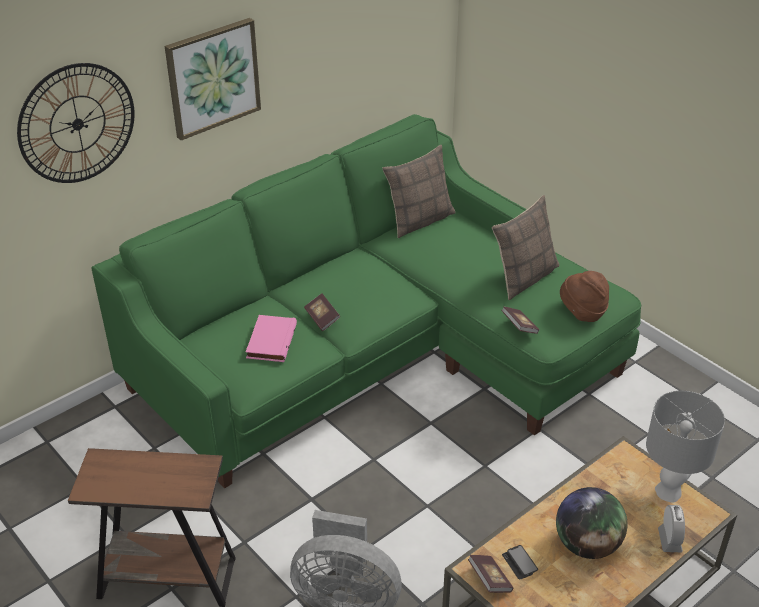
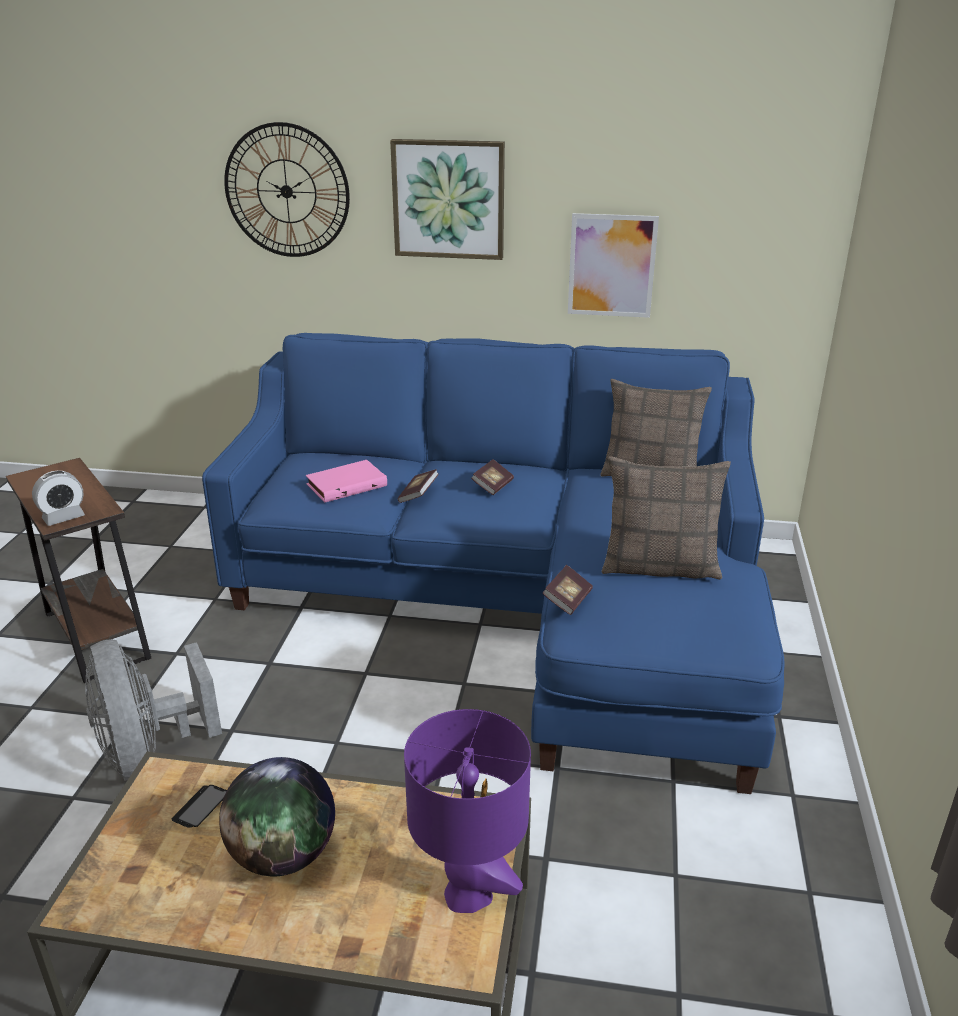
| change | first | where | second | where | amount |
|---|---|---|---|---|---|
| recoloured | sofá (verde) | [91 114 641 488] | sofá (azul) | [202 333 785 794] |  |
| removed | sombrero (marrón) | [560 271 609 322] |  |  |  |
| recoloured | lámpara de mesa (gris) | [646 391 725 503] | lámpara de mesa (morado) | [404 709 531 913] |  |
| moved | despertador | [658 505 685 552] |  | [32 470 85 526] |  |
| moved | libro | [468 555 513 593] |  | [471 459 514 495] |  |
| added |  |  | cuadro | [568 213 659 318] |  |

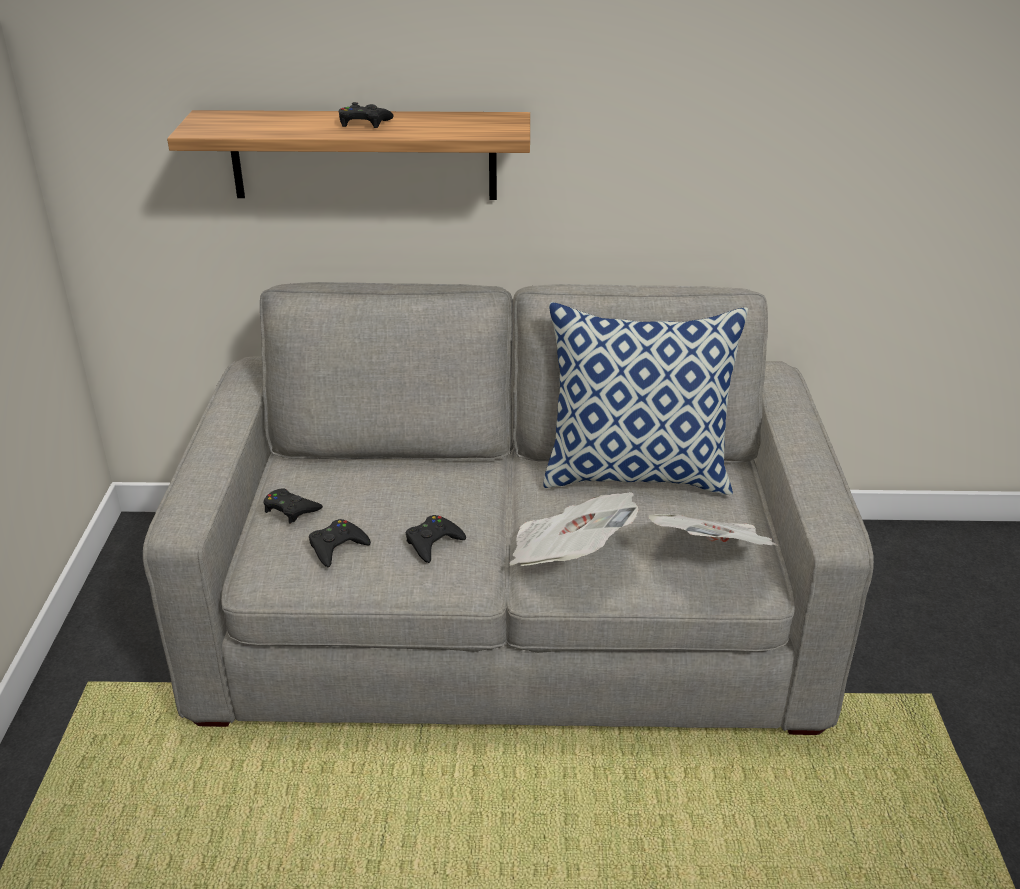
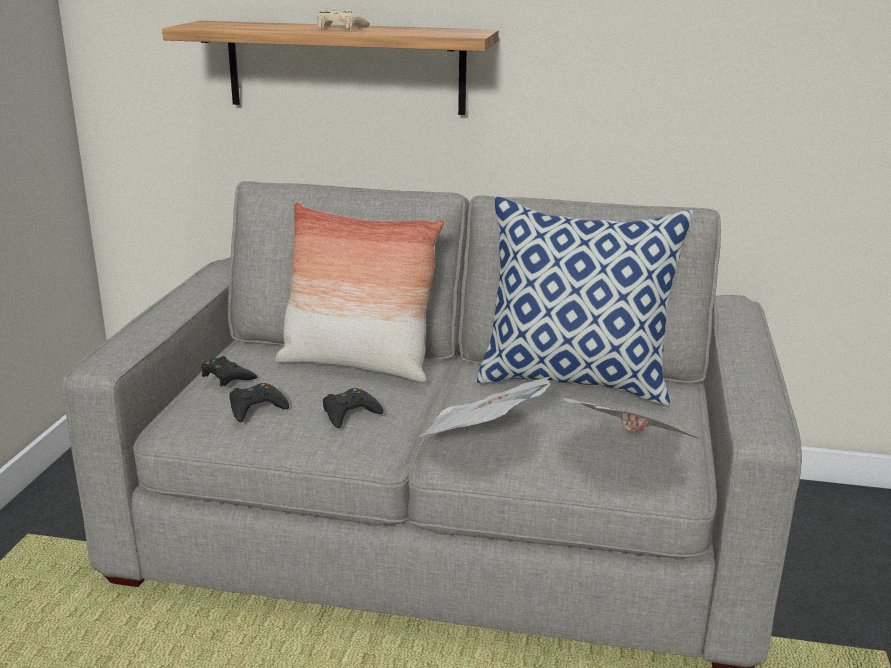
| change | first | where | second | where | amount |
|---|---|---|---|---|---|
| recoloured | mando de consola (negro) | [338 102 394 128] | mando de consola (beis) | [317 9 369 30] |  |
| added |  |  | cojín | [275 202 444 382] |  |

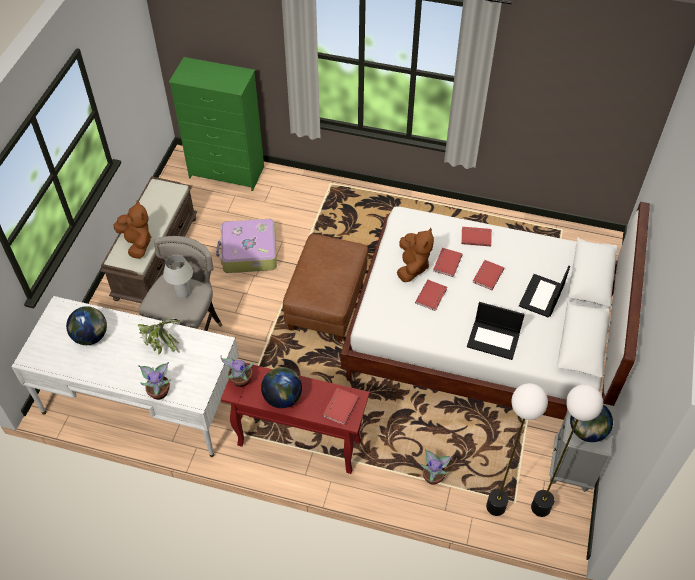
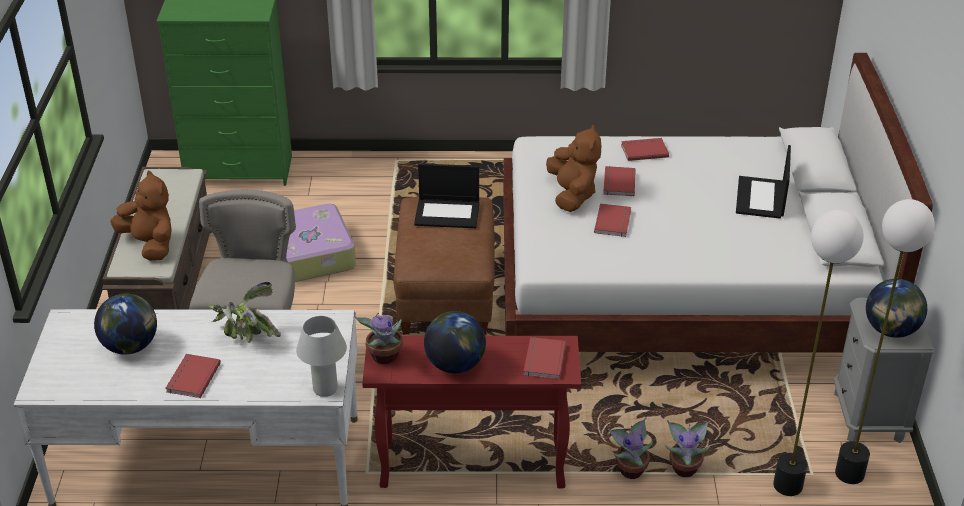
| change | first | where | second | where | amount |
|---|---|---|---|---|---|
| moved | lámpara de mesa (blanco) | [163 255 193 298] |  | [296 316 347 397] |  |
| moved | libro (rojo) | [472 260 504 290] |  | [165 354 221 398] |  |
| moved | portátil | [467 302 525 360] |  | [414 163 480 228] |  |
| moved | planta en maceta | [138 362 171 400] |  | [608 417 653 479] |  |

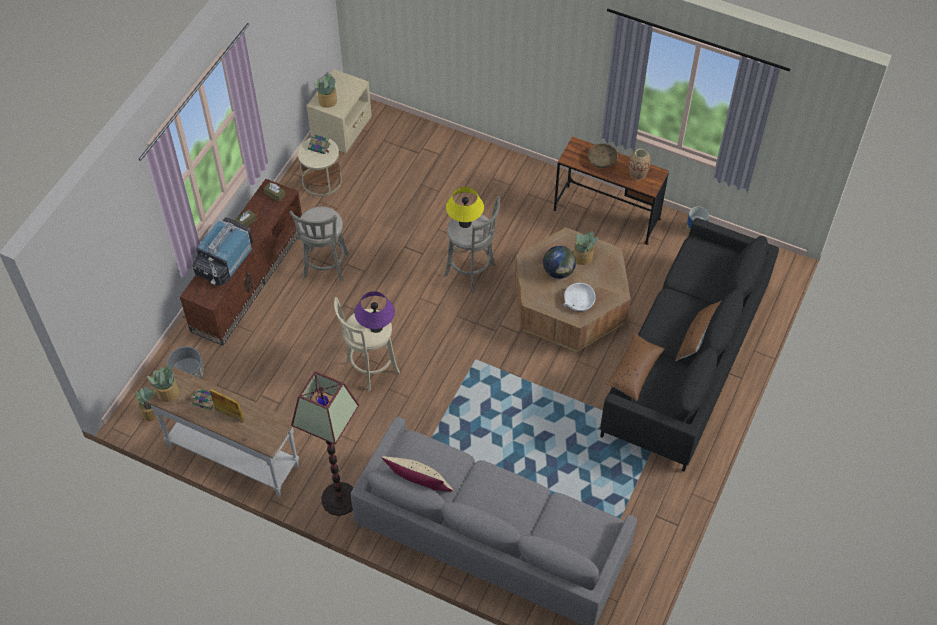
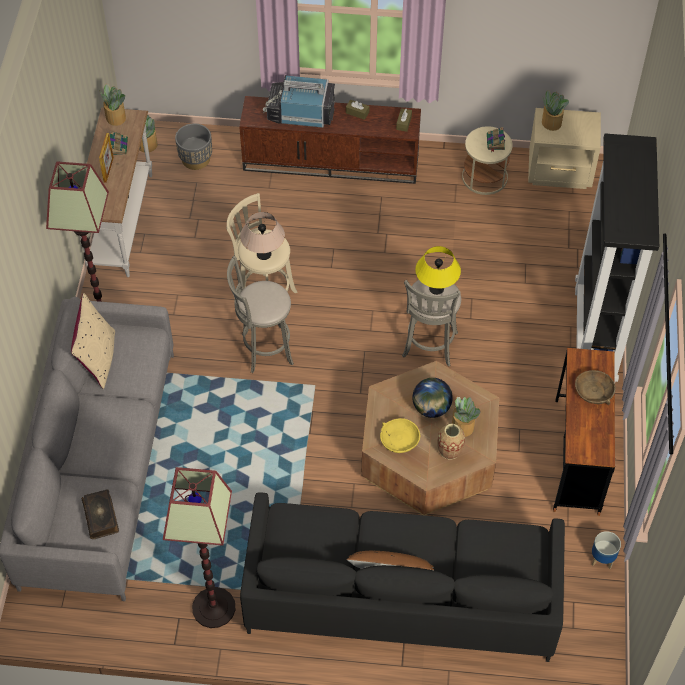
| change | first | where | second | where | amount |
|---|---|---|---|---|---|
| moved | florero | [629 149 651 180] |  | [437 424 465 459] |  |
| moved | taburete (gris) | [289 207 349 282] |  | [227 256 294 373] |  |
| recoloured | cuenco (blanco) | [564 283 596 311] | cuenco (amarillo) | [380 418 420 453] |  |
| recoloured | lámpara de mesa (morado) | [355 291 395 333] | lámpara de mesa (beis) | [240 212 285 260] |  |
| removed | cojín (marrón) | [606 333 665 401] |  |  |  |
| added |  |  | estantería (negro) | [575 134 659 382] |  |
| added |  |  | lámpara de pie | [163 467 236 628] |  |
| added |  |  | libro | [82 489 119 539] |  |

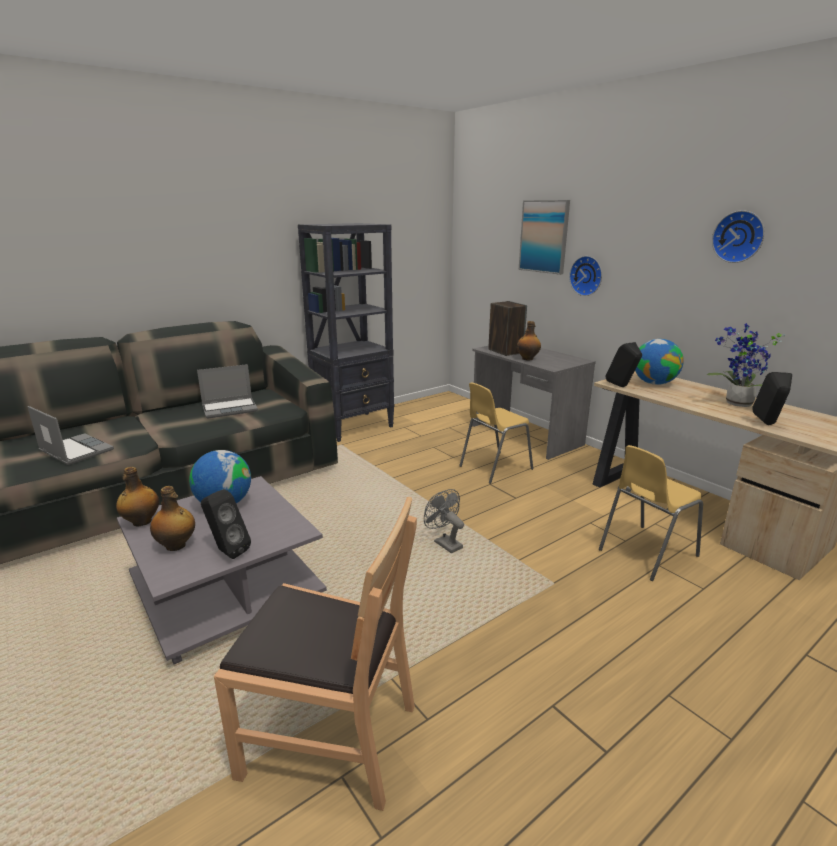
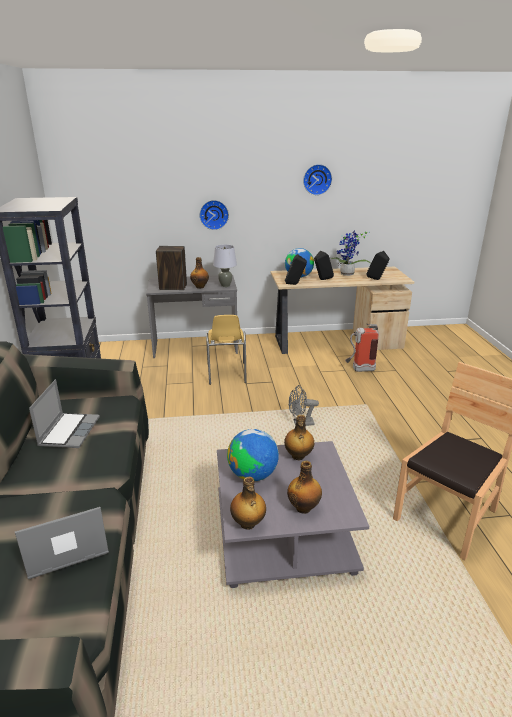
| change | first | where | second | where | amount |
|---|---|---|---|---|---|
| removed | cuadro | [519 200 570 275] |  |  |  |
| replaced | silla (amarillo) | [599 445 703 581] | extintor | [345 324 379 372] |  |
| moved | altavoz (negro) | [201 489 251 559] |  | [314 251 334 280] |  |
| added |  |  | lámpara de mesa (gris) | [213 244 237 287] |  |
| added |  |  | botella | [284 415 314 460] |  |

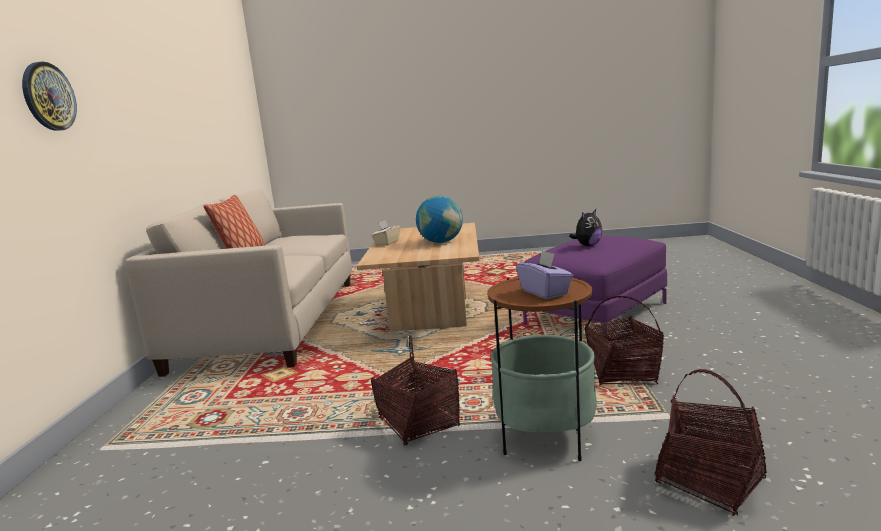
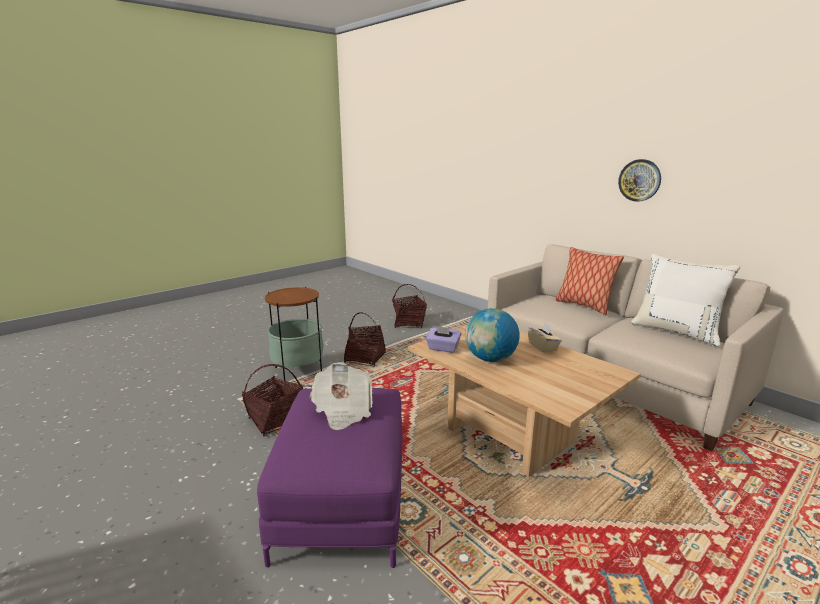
| change | first | where | second | where | amount |
|---|---|---|---|---|---|
| moved | reloj de pared | [22 61 77 131] |  | [618 159 661 202] |  |
| replaced | peluche | [569 209 602 246] | periódico | [310 362 373 430] |  |
| moved | caja de pañuelos (morado) | [516 250 573 299] |  | [426 326 461 353] |  |
| moved | cesta | [655 369 767 516] |  | [392 284 427 328] |  |
| added |  |  | cojín (blanco) | [630 254 740 347] |  |

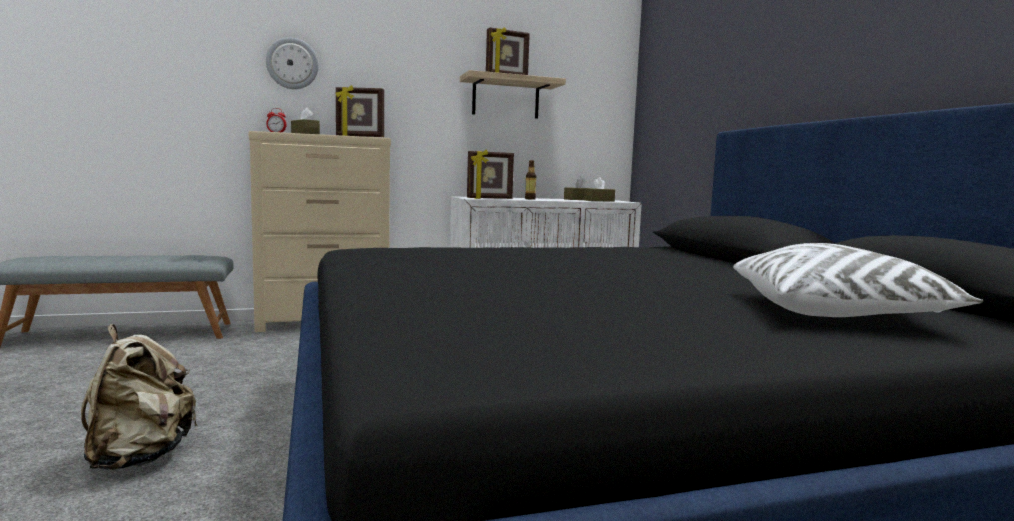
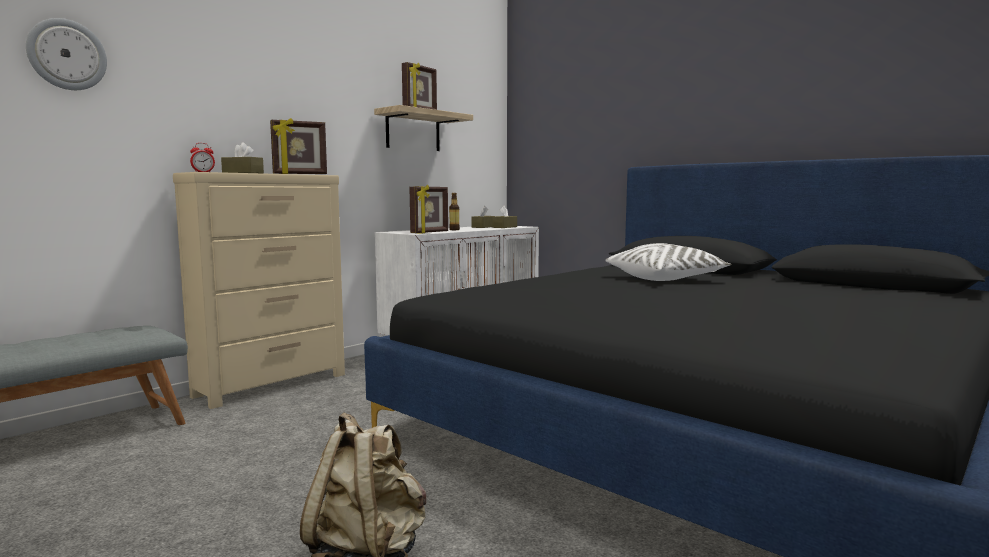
| change | first | where | second | where | amount |
|---|---|---|---|---|---|
| moved | reloj de pared | [266 37 319 89] |  | [26 18 107 90] |  |
| moved | cojín (blanco) | [733 243 984 317] |  | [605 243 731 281] |  |

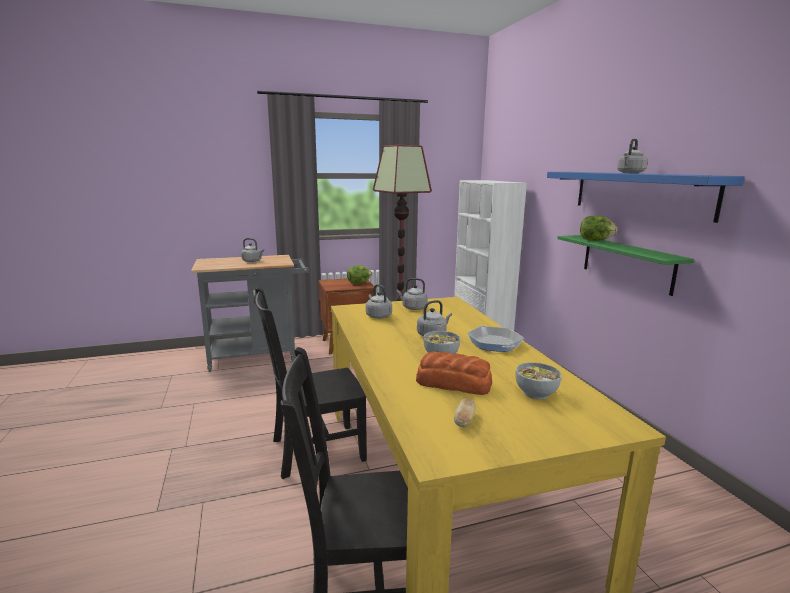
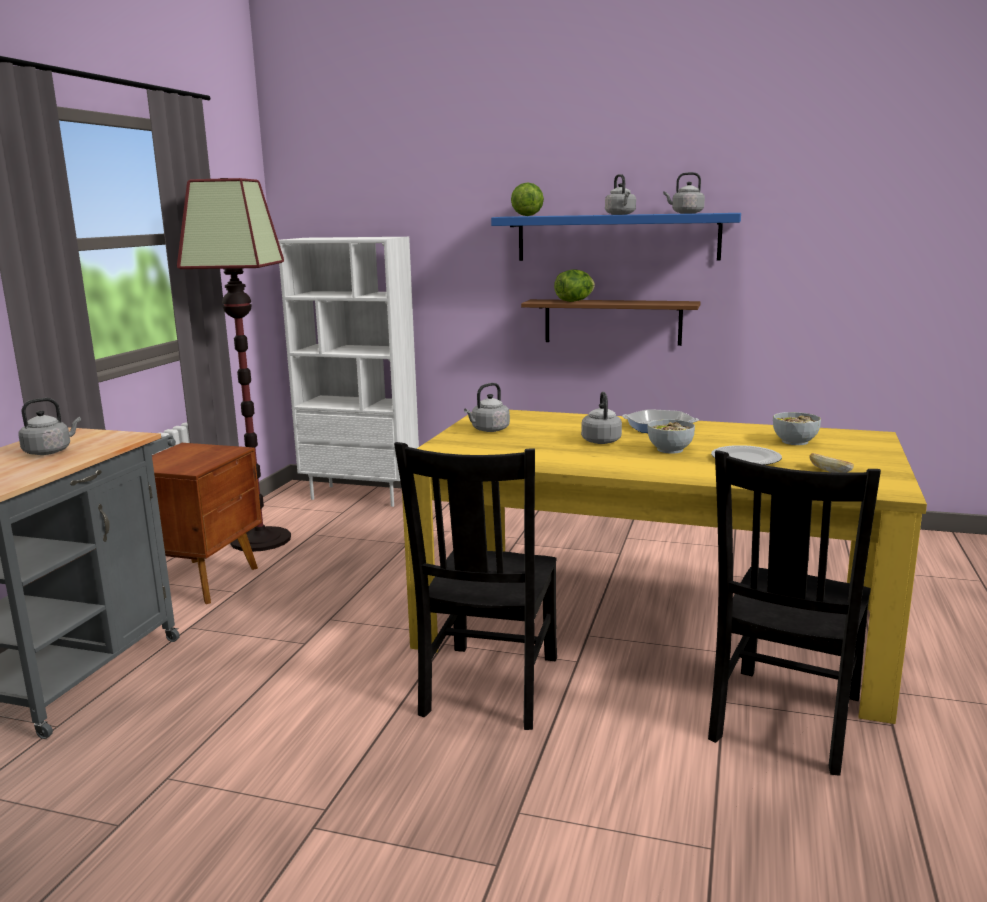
| change | first | where | second | where | amount |
|---|---|---|---|---|---|
| recoloured | estante (verde) | [557 235 694 296] | estante (marrón) | [521 299 701 346] |  |
| moved | lechuga | [347 266 372 284] |  | [511 182 544 216] |  |
| moved | hervidor (gris) | [366 284 392 319] |  | [663 172 705 214] |  |
| replaced | pan | [416 351 492 395] | plato | [711 445 782 465] |  |

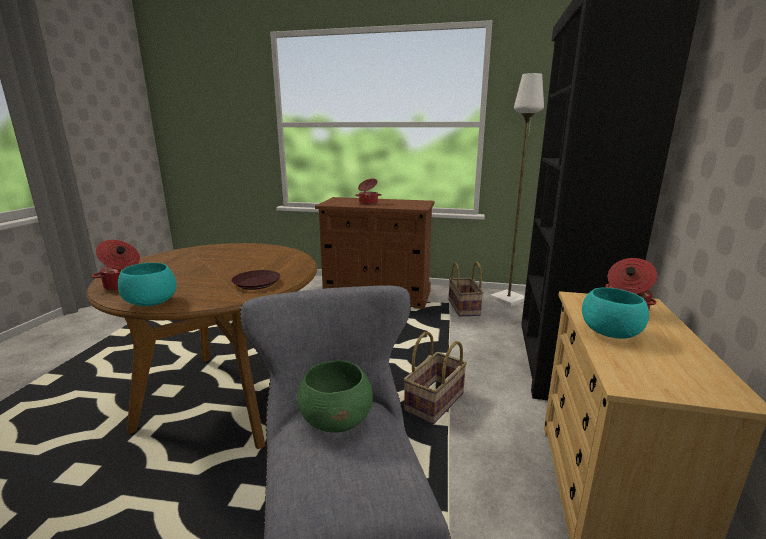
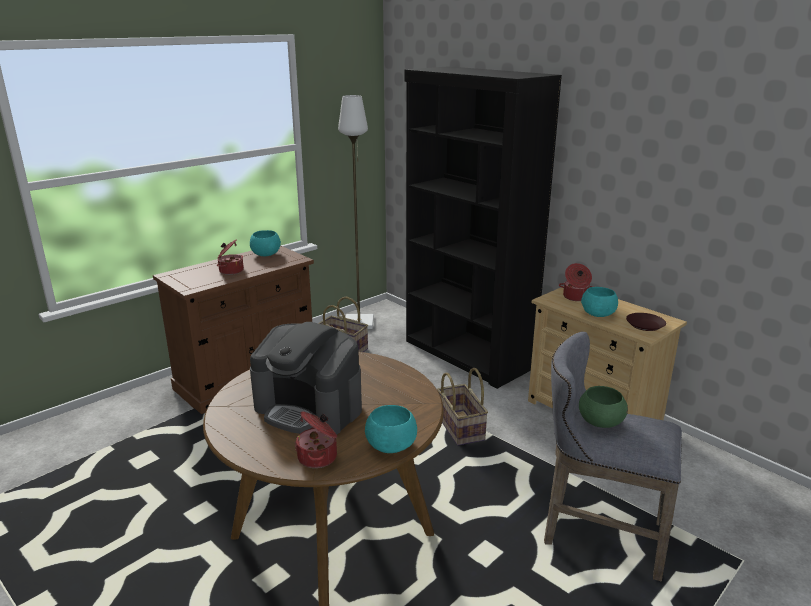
| change | first | where | second | where | amount |
|---|---|---|---|---|---|
| moved | plato (marrón) | [231 270 280 290] |  | [626 313 666 331] |  |
| added |  |  | cuenco (turquesa) | [250 230 281 256] |  |
| added |  |  | cafetera | [250 322 362 434] |  |

